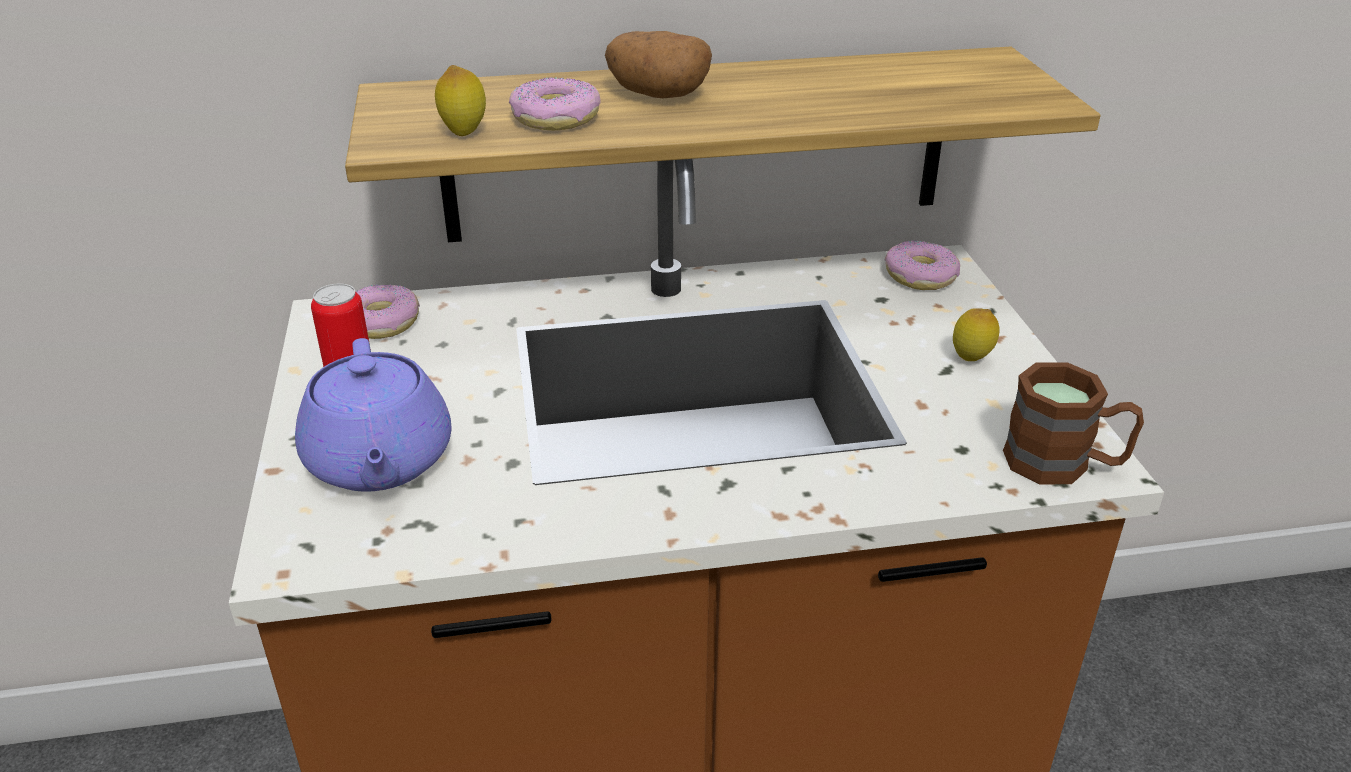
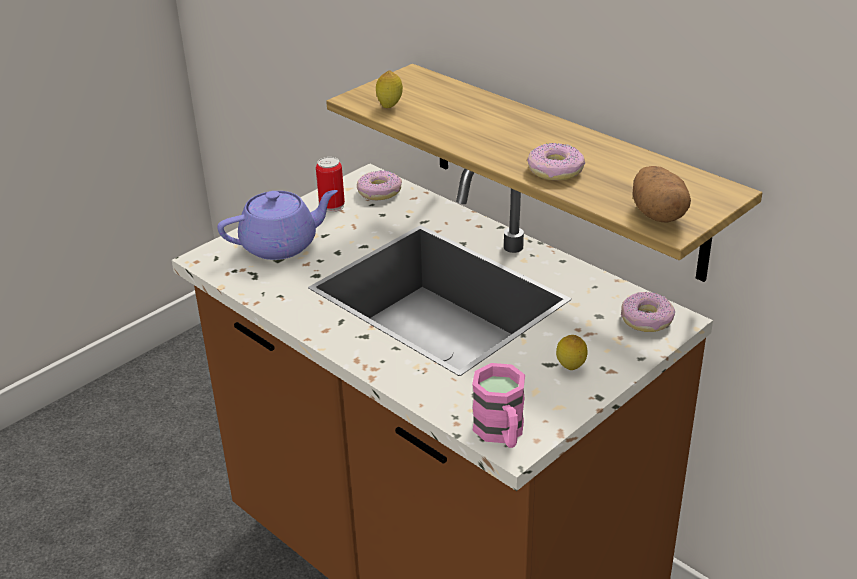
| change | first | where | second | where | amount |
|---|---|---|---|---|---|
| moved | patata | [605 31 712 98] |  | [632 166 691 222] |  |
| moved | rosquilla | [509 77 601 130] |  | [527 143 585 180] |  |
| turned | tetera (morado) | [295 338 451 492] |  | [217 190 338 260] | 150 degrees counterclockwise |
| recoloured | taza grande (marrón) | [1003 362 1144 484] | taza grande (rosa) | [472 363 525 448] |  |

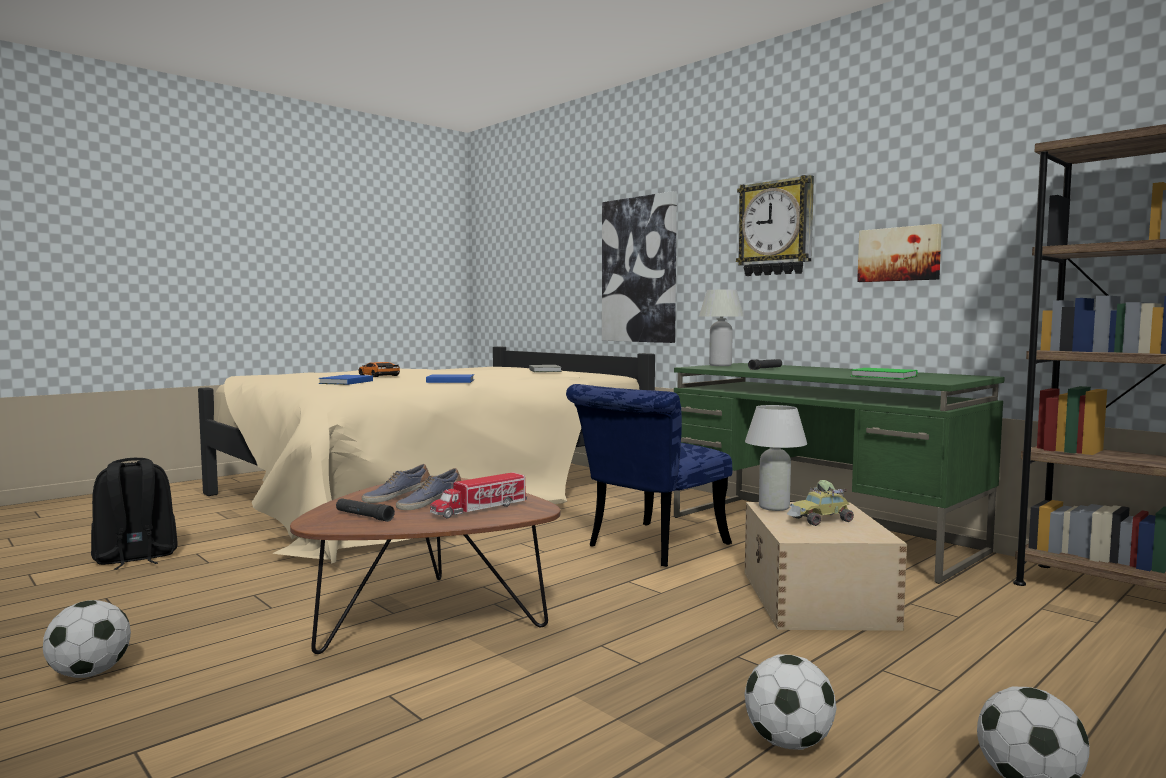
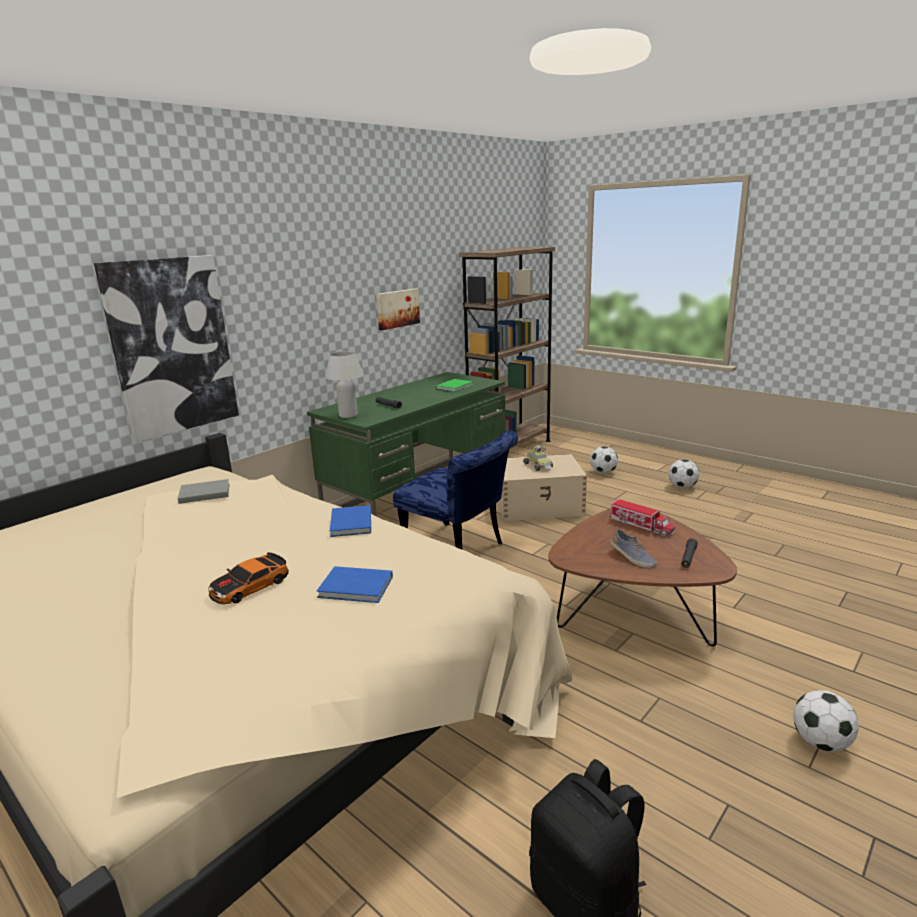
| change | first | where | second | where | amount |
|---|---|---|---|---|---|
| removed | reloj de pared | [736 175 814 276] |  |  |  |
| removed | lámpara de mesa (blanco) | [745 405 807 511] |  |  |  |
| removed | zapato | [396 468 461 510] |  |  |  |
| moved | balón de fútbol | [744 654 837 750] |  | [590 446 618 474] |  |

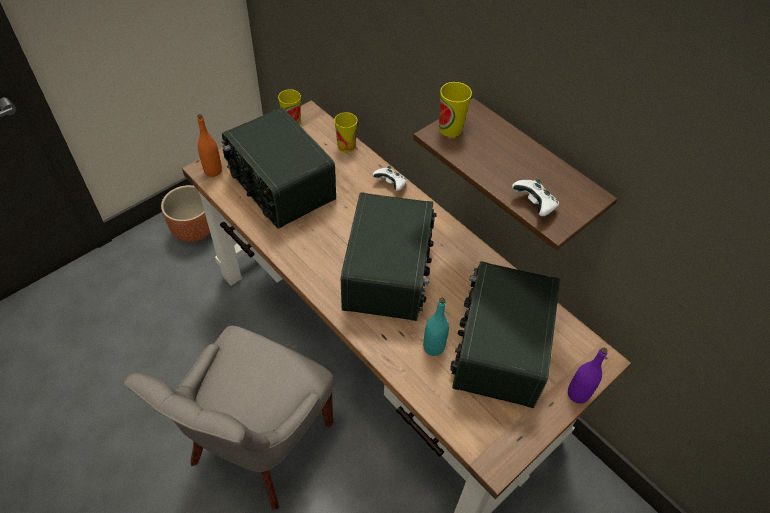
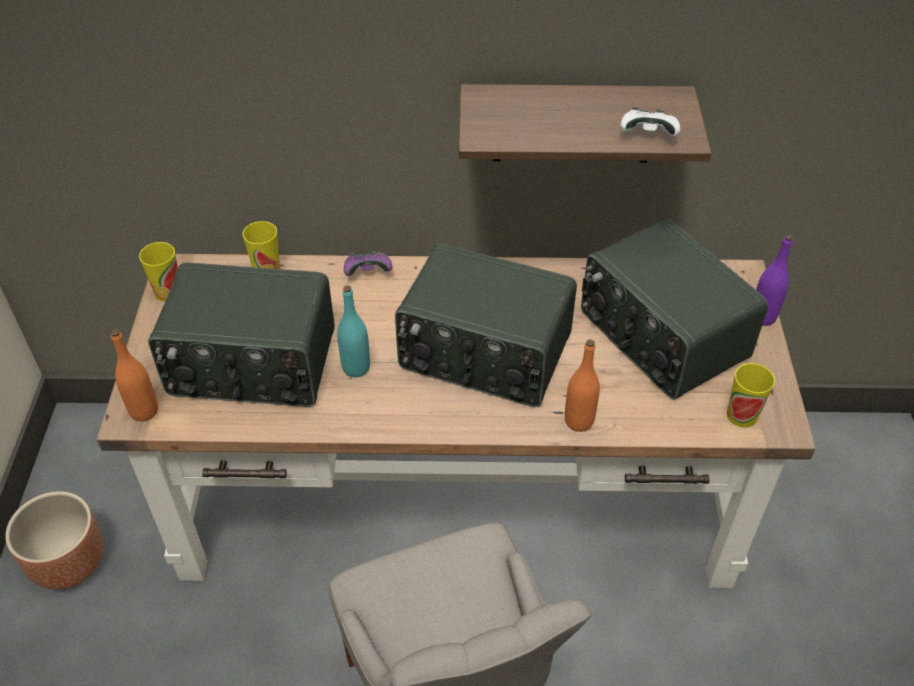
| change | first | where | second | where | amount |
|---|---|---|---|---|---|
| moved | taza | [439 82 472 137] |  | [727 363 775 428] |  |
| recoloured | mando de consola (blanco) | [372 166 407 191] | mando de consola (morado) | [344 252 392 276] |  |
| turned | radio | [341 192 437 321] |  | [395 243 577 407] | 150 degrees clockwise |
| moved | botella (turquesa) | [423 298 449 356] |  | [337 285 370 377] |  |
| added |  |  | botella (naranja) | [565 339 600 432] |  |

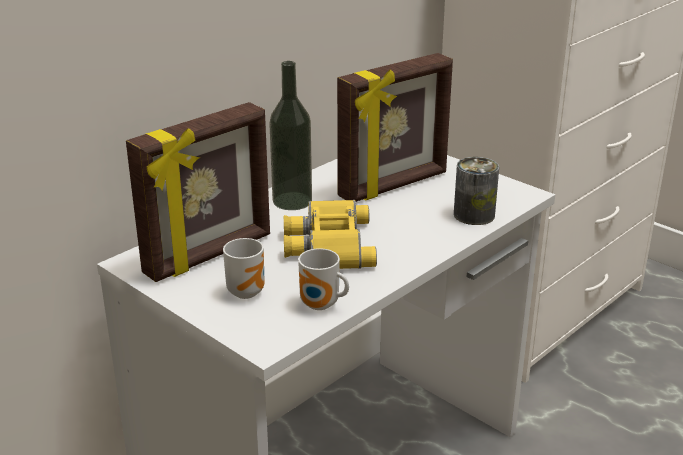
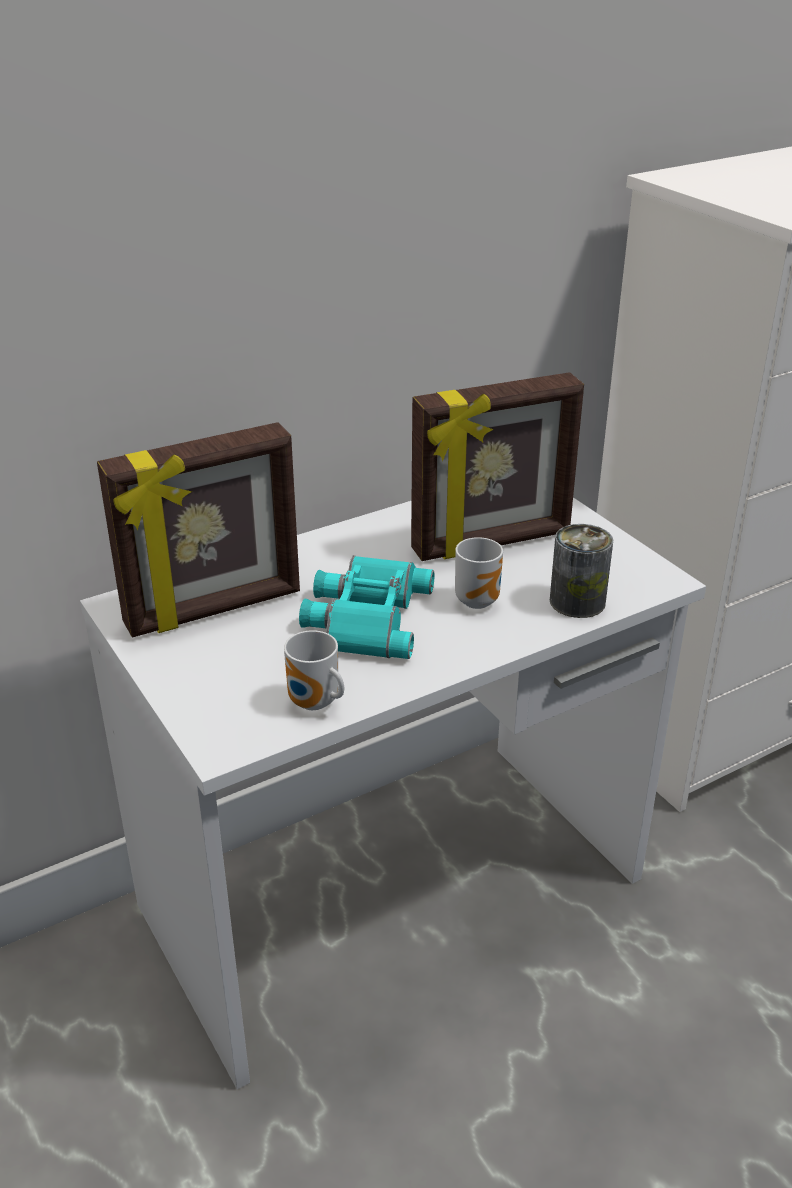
| change | first | where | second | where | amount |
|---|---|---|---|---|---|
| removed | botella | [269 61 312 210] |  |  |  |
| recoloured | prismáticos (amarillo) | [284 200 377 269] | prismáticos (turquesa) | [299 556 435 659] |  |
| moved | taza grande | [223 238 265 299] |  | [455 537 503 609] |  |

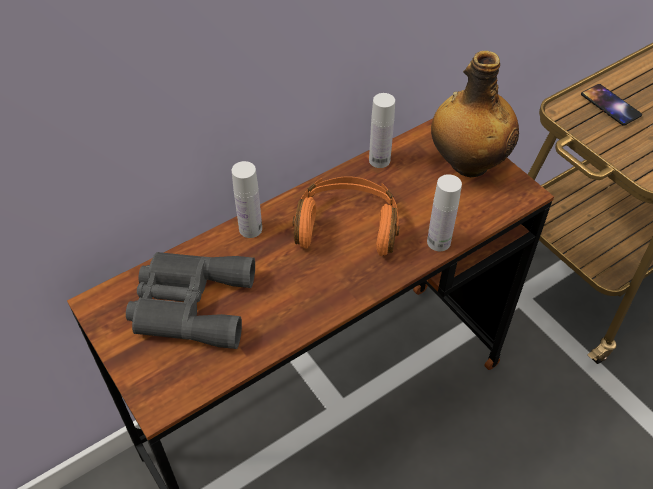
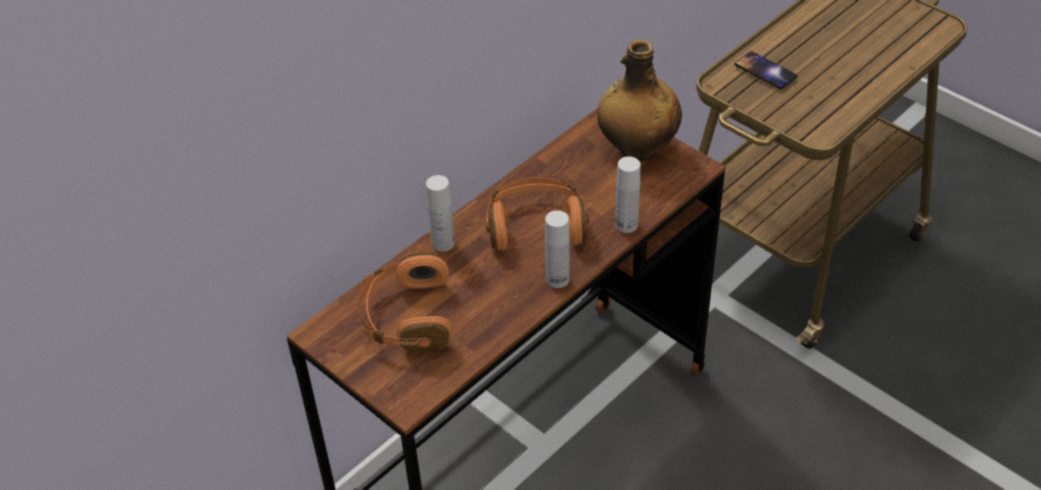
| change | first | where | second | where | amount |
|---|---|---|---|---|---|
| moved | botella (blanco) | [369 93 395 168] |  | [545 210 570 288] |  |
| replaced | prismáticos (gris) | [126 252 255 349] | auriculares (naranja) | [358 252 452 353] |  |

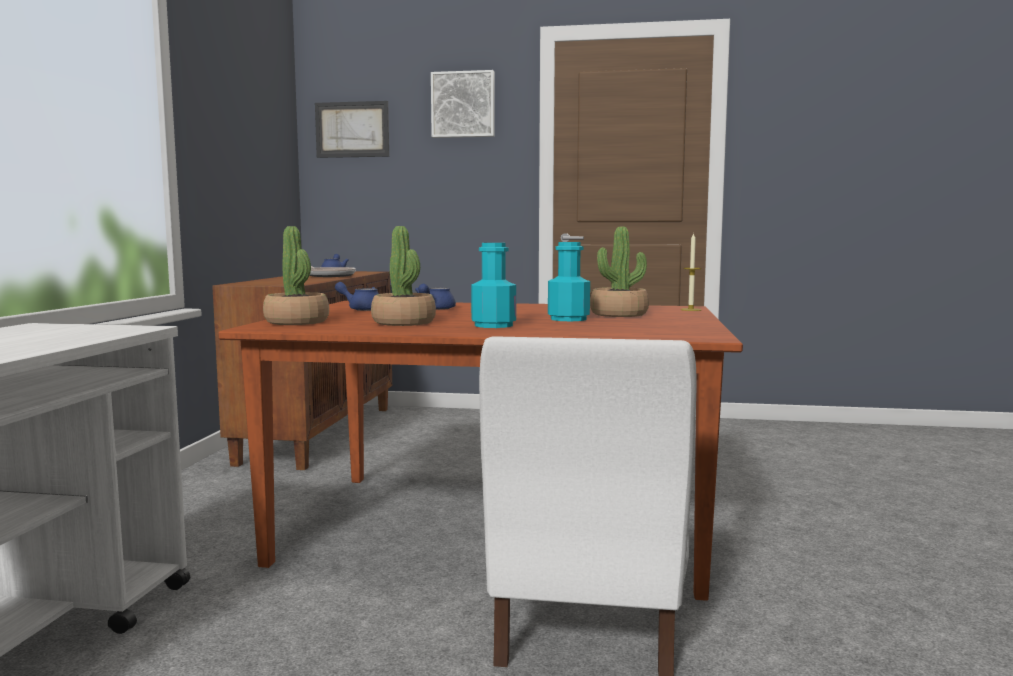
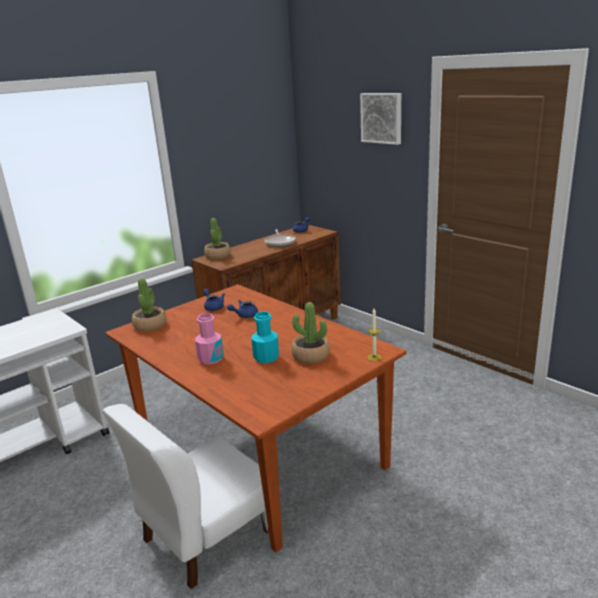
| change | first | where | second | where | amount |
|---|---|---|---|---|---|
| removed | cuadro | [315 101 389 158] |  |  |  |
| moved | planta en maceta | [371 226 436 326] |  | [204 218 231 260] |  |
| recoloured | botella (turquesa) | [471 243 516 328] | botella (rosa) | [195 313 223 365] |  |

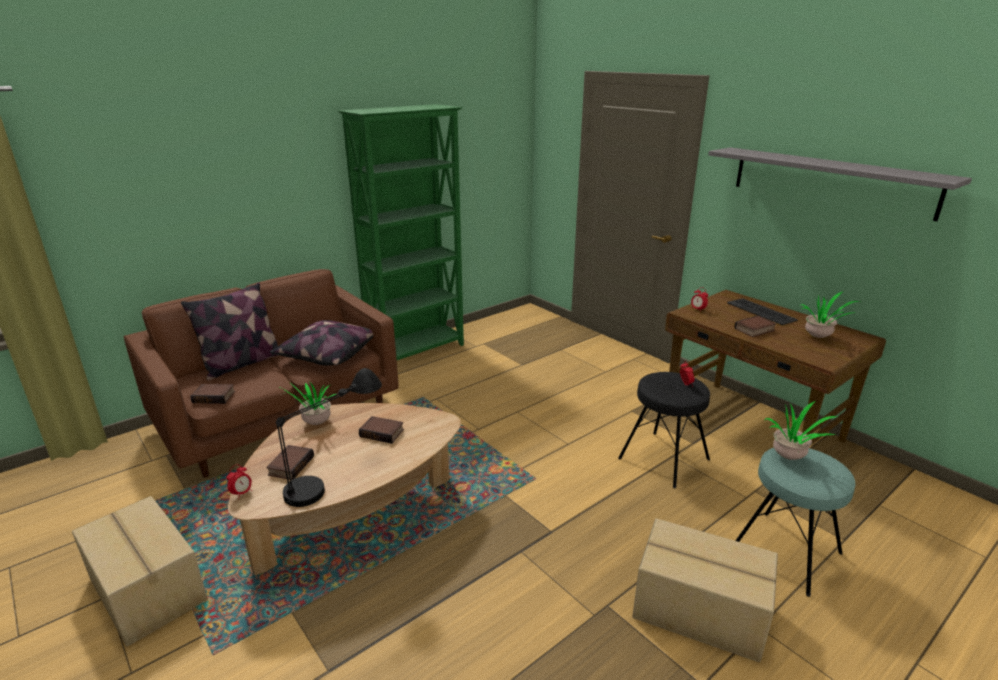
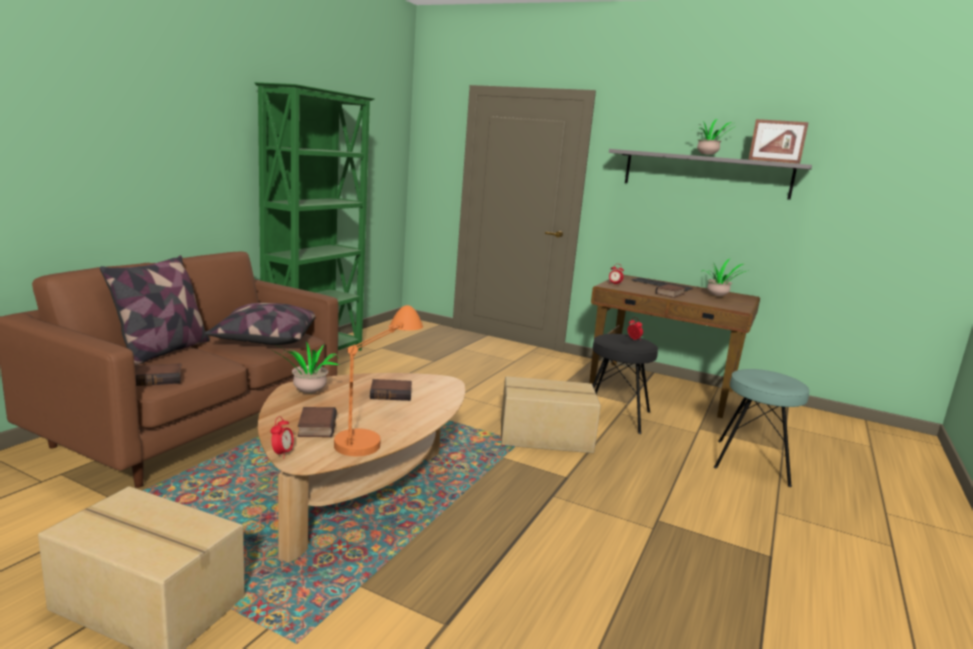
| change | first | where | second | where | amount |
|---|---|---|---|---|---|
| recoloured | lámpara de mesa (negro) | [276 368 382 507] | lámpara de mesa (naranja) | [334 305 423 456] |  |
| moved | planta en maceta | [765 401 837 460] |  | [690 119 734 155] |  |
| moved | caja de cartón | [632 518 778 662] |  | [501 376 601 453] |  |
| added |  |  | portarretratos | [748 119 809 164] |  |

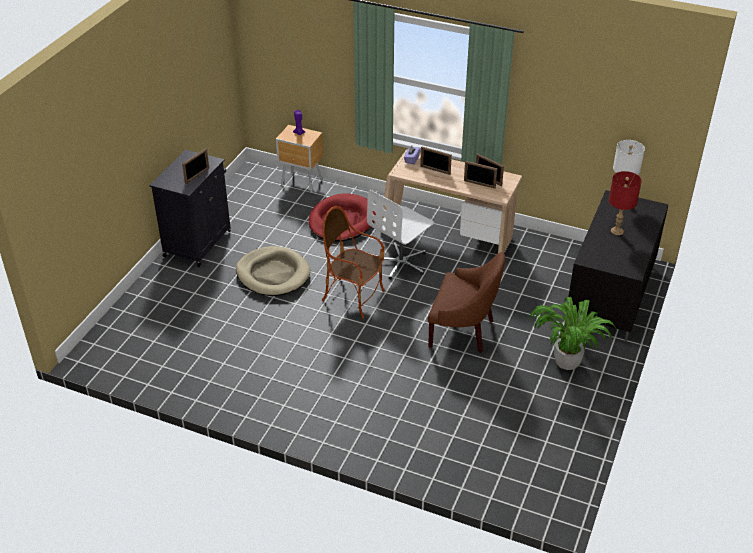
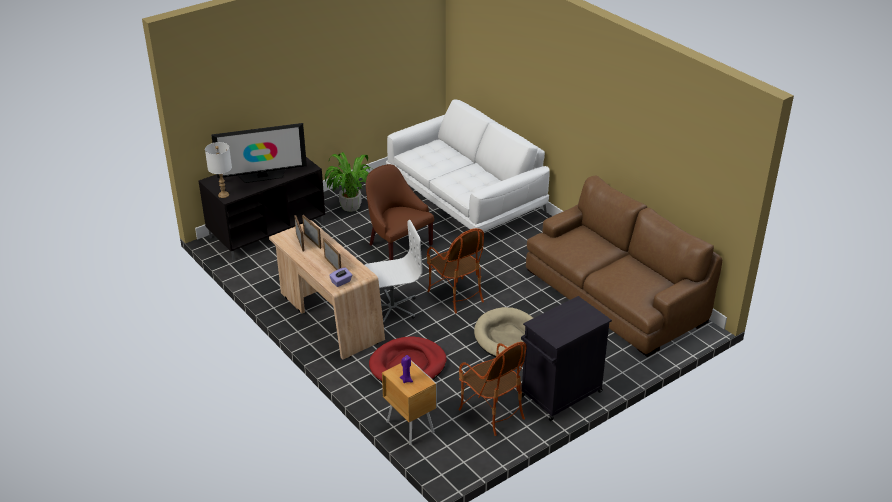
| change | first | where | second | where | amount |
|---|---|---|---|---|---|
| removed | portarretratos | [182 148 209 184] |  |  |  |
| replaced | lámpara de mesa (rojo) | [609 171 642 235] | televisor | [211 123 307 183] |  |
| added |  |  | sofá (blanco) | [386 100 550 232] |  |
| added |  |  | sofá (marrón) | [526 176 722 357] |  |
| added |  |  | sillón | [459 342 527 436] |  |

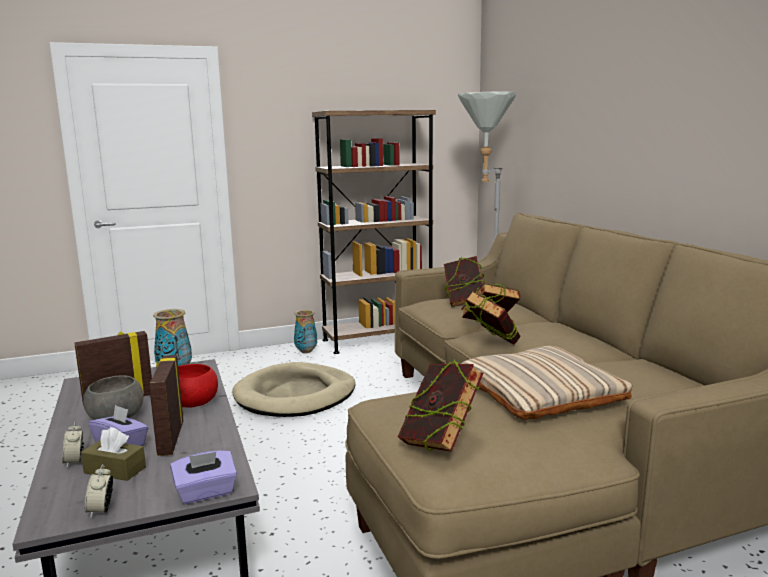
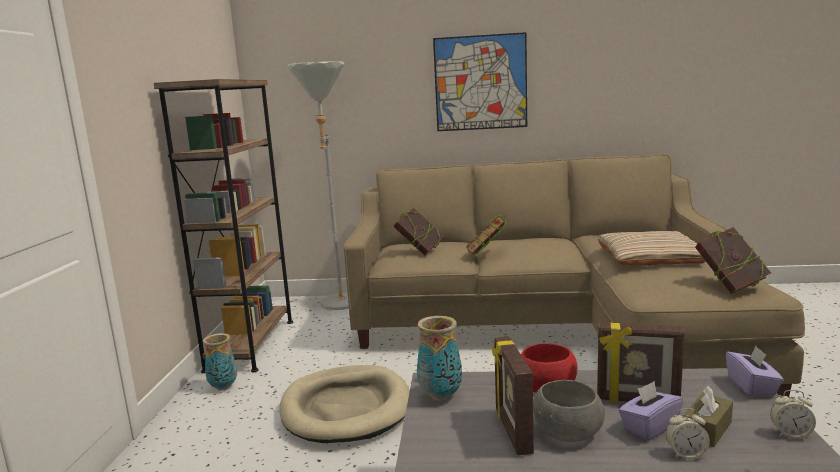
| change | first | where | second | where | amount |
|---|---|---|---|---|---|
| removed | libro | [465 291 520 345] |  |  |  |
| added |  |  | cuadro | [433 32 527 131] |  |

